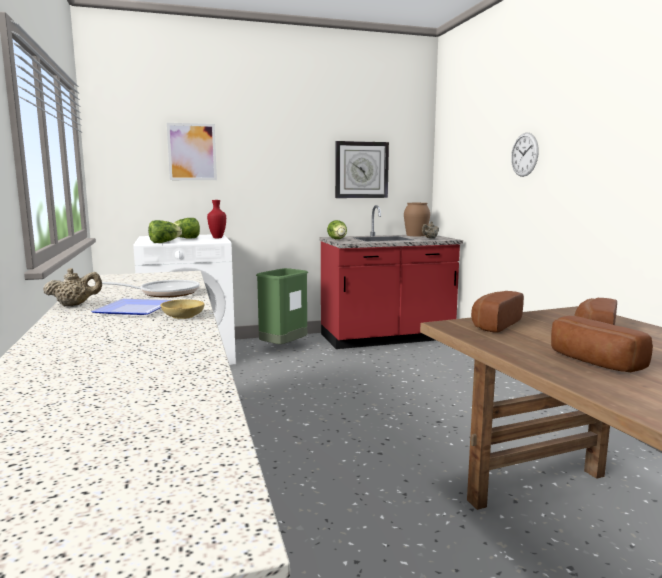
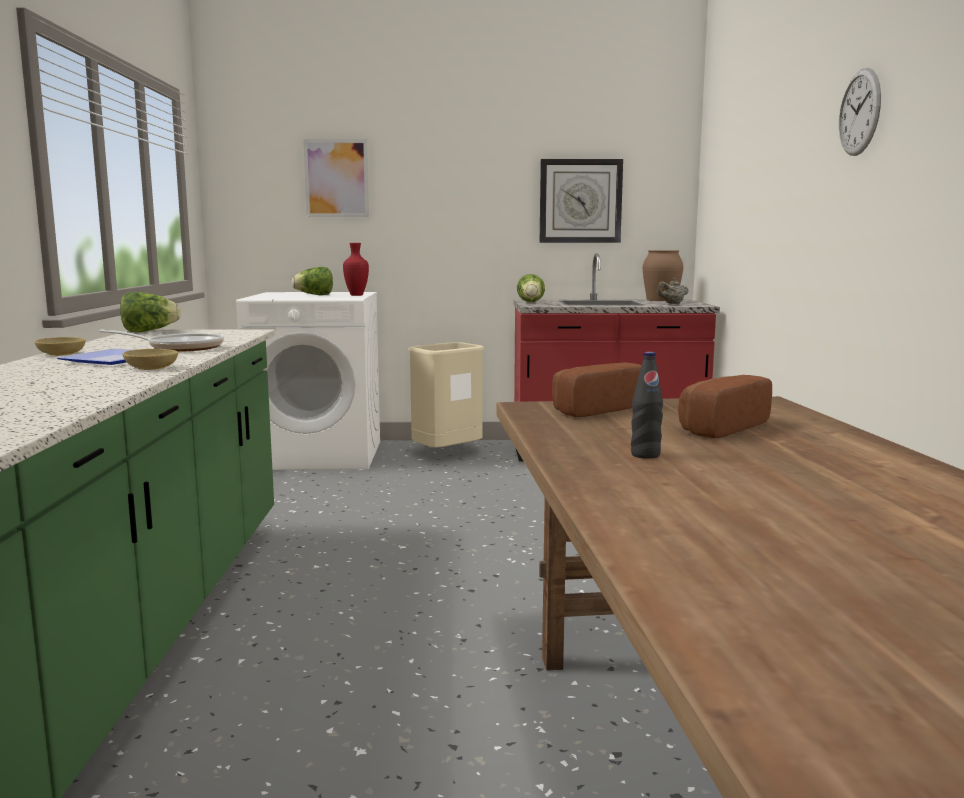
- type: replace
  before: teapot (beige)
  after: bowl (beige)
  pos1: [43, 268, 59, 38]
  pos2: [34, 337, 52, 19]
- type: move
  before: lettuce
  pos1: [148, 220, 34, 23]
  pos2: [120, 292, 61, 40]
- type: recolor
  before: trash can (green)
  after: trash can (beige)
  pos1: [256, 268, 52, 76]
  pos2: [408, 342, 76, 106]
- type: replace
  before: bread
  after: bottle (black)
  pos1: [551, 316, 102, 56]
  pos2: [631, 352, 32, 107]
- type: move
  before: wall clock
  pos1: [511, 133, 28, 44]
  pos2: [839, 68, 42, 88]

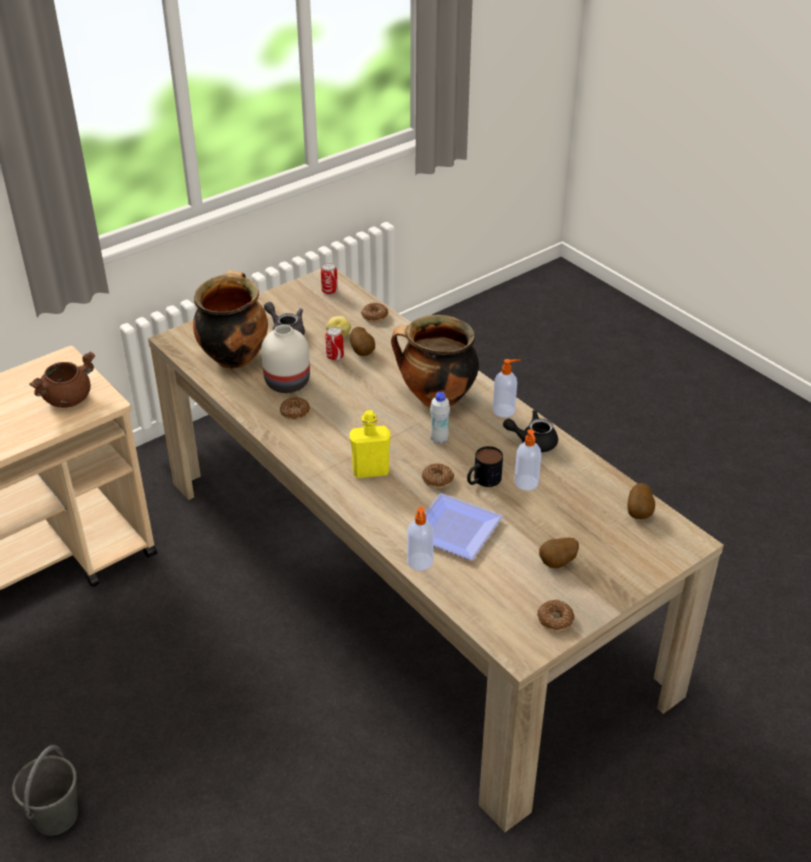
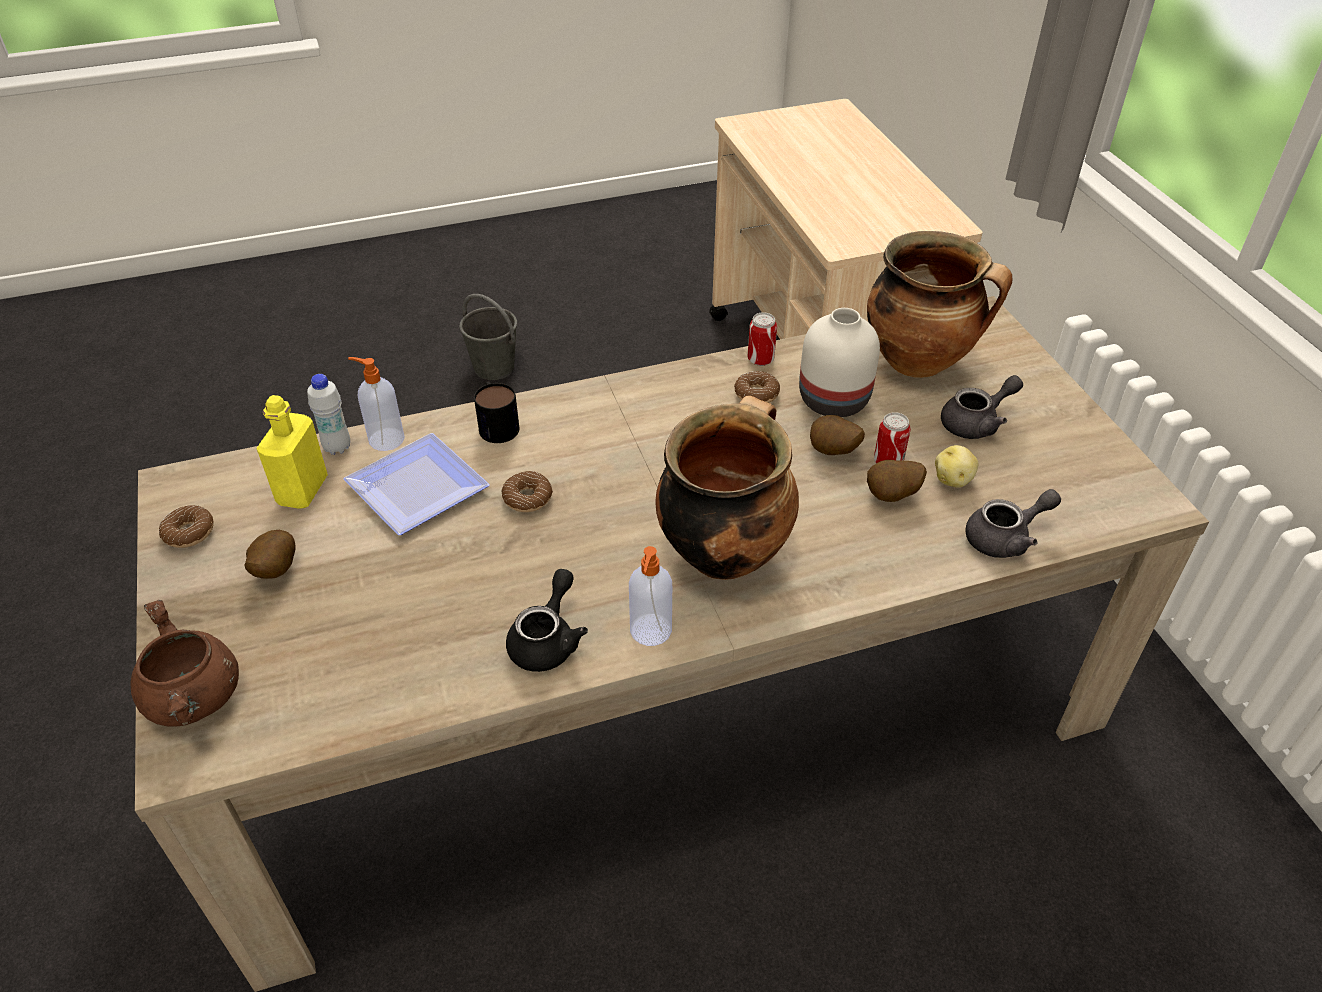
- type: move
  before: cooking pot (brown)
  pos1: [29, 351, 66, 57]
  pos2: [131, 600, 108, 127]
- type: move
  before: bottle (yellow)
  pos1: [349, 410, 42, 68]
  pos2: [256, 395, 72, 114]
- type: move
  before: bottle (white)
  pos1: [430, 392, 20, 52]
  pos2: [307, 374, 43, 81]
- type: move
  before: mug
  pos1: [467, 446, 36, 41]
  pos2: [474, 381, 45, 62]
- type: move
  before: can
  pos1: [321, 263, 17, 32]
  pos2: [748, 312, 29, 54]
- type: move
  before: potato
  pos1: [627, 483, 28, 37]
  pos2: [810, 415, 55, 40]
- type: replace
  before: donut
  after: teapot (grey)
  pos1: [361, 303, 28, 19]
  pos2: [965, 489, 96, 69]
- type: delete
  before: soap dispenser
  pos1: [515, 429, 26, 61]

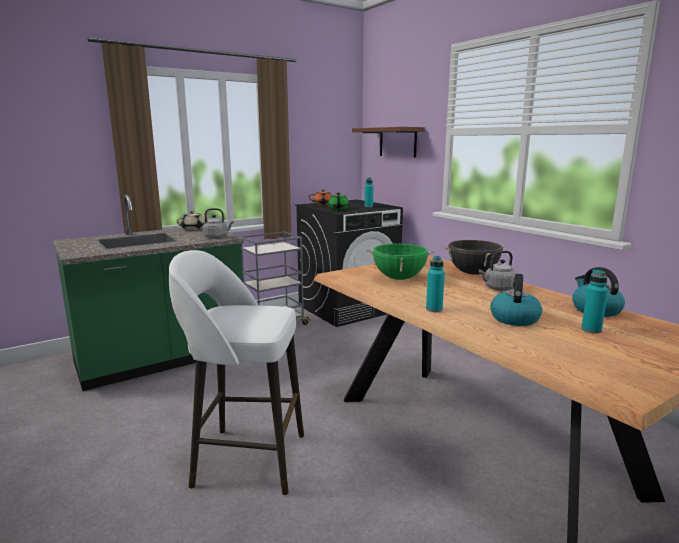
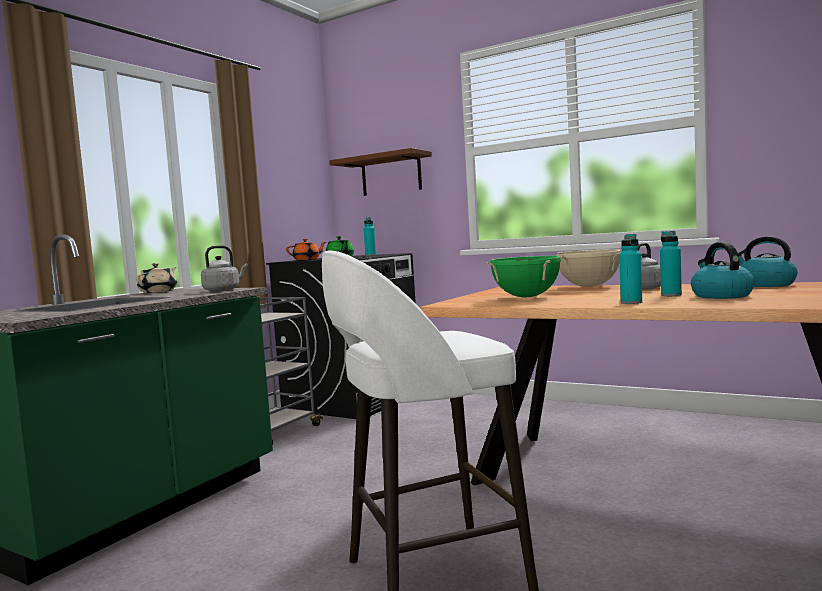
- type: recolor
  before: cooking pot (black)
  after: cooking pot (beige)
  pos1: [444, 240, 62, 35]
  pos2: [556, 249, 65, 38]
- type: move
  before: bottle (turquoise)
  pos1: [581, 269, 27, 65]
  pos2: [660, 231, 22, 65]

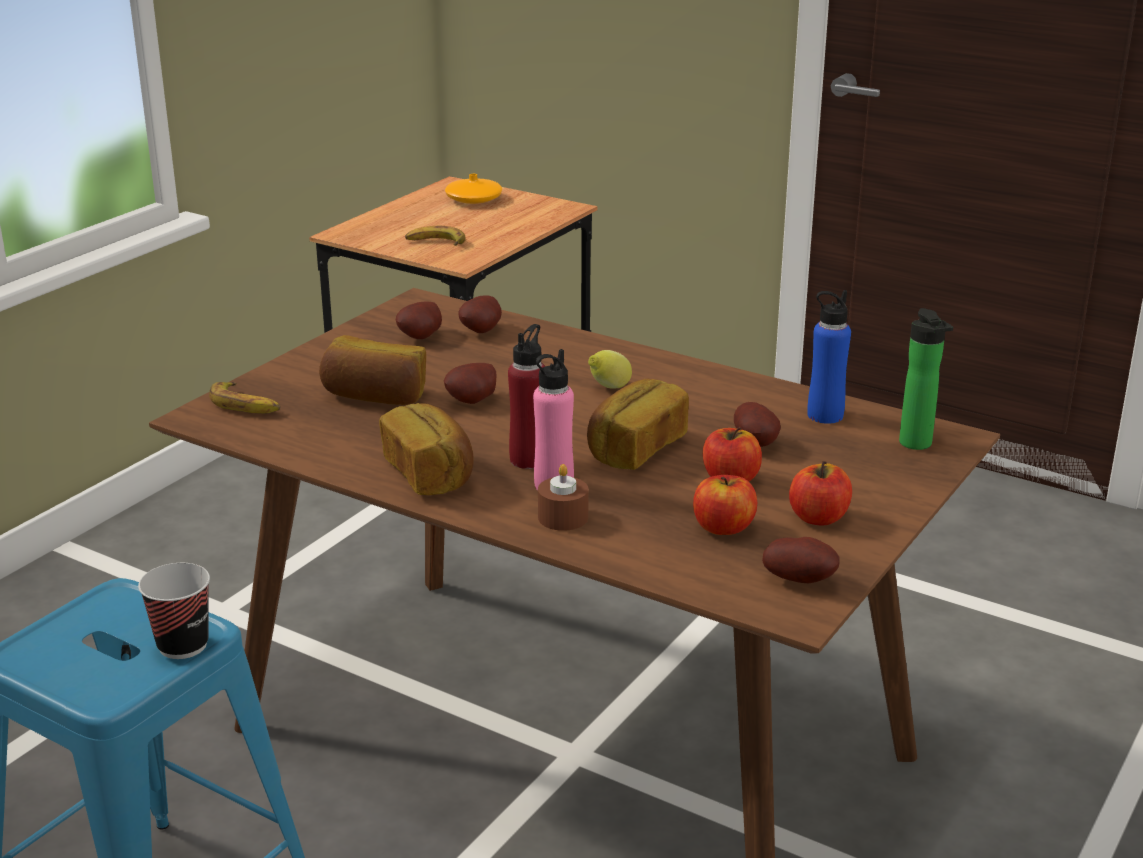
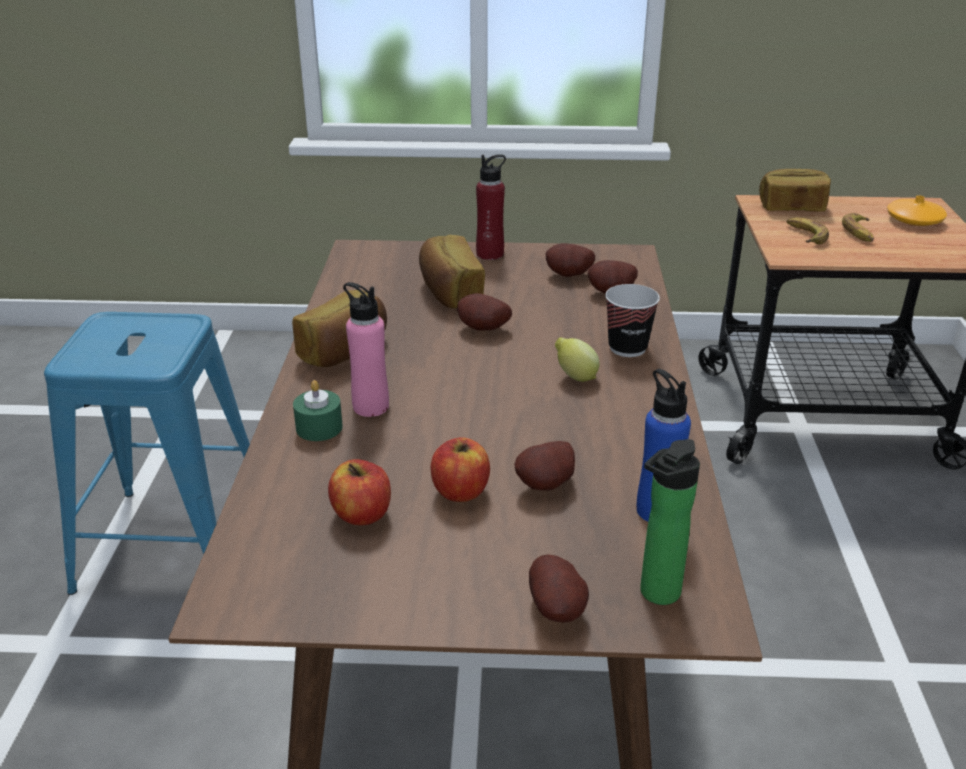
- type: recolor
  before: candle (brown)
  after: candle (green)
  pos1: [538, 464, 51, 67]
  pos2: [293, 380, 50, 61]
- type: move
  before: bottle (red)
  pos1: [508, 324, 37, 145]
  pos2: [476, 154, 30, 106]
- type: move
  before: potato
  pos1: [762, 537, 77, 46]
  pos2: [529, 554, 60, 69]
- type: move
  before: cup
  pos1: [138, 563, 72, 96]
  pos2: [605, 284, 55, 73]
- type: move
  before: bread
  pos1: [587, 378, 102, 92]
  pos2: [759, 169, 72, 42]
- type: move
  before: banana
  pos1: [209, 382, 71, 32]
  pos2: [842, 213, 32, 29]
- type: delete
  before: apple
  pos1: [789, 461, 63, 64]

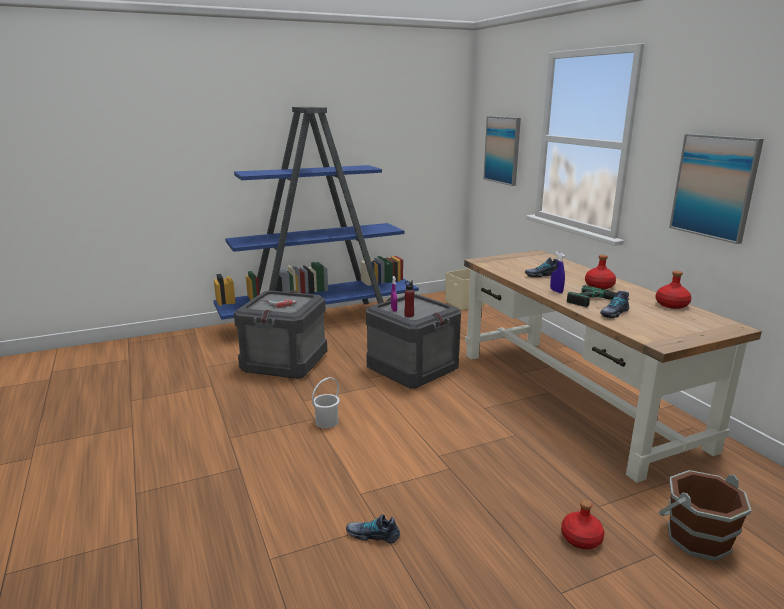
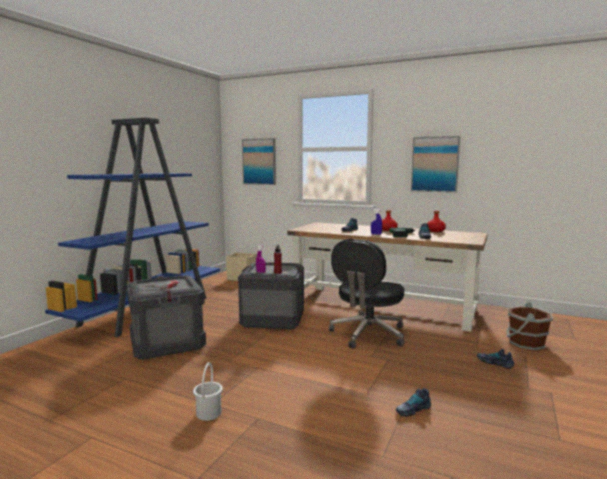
- type: move
  before: bucket (white)
  pos1: [312, 377, 28, 51]
  pos2: [193, 362, 30, 59]
- type: insert
  after: office chair (black)
  pos2: [329, 239, 76, 110]
- type: replace
  before: bottle (red)
  after: shoe
  pos1: [561, 500, 43, 49]
  pos2: [477, 349, 37, 20]

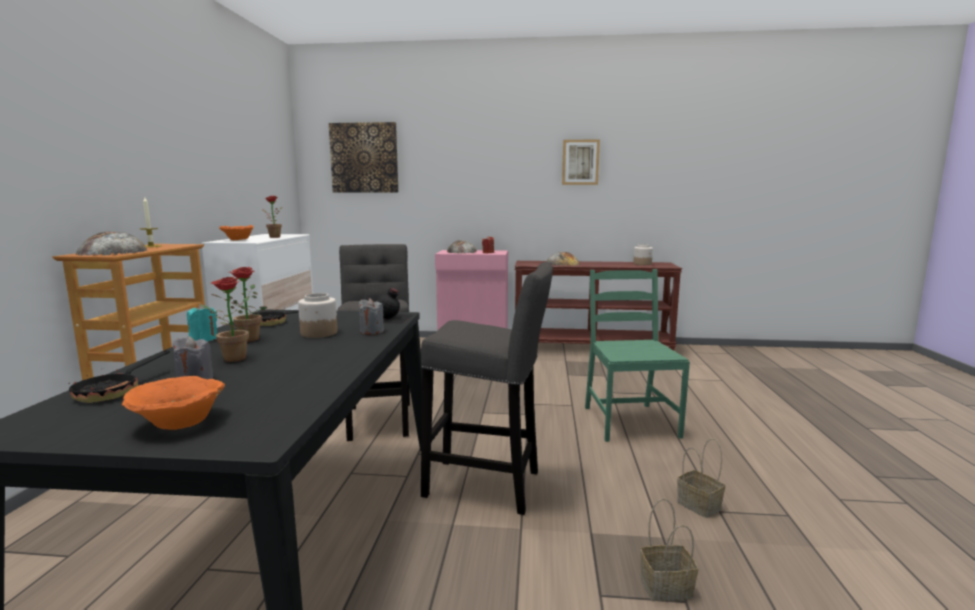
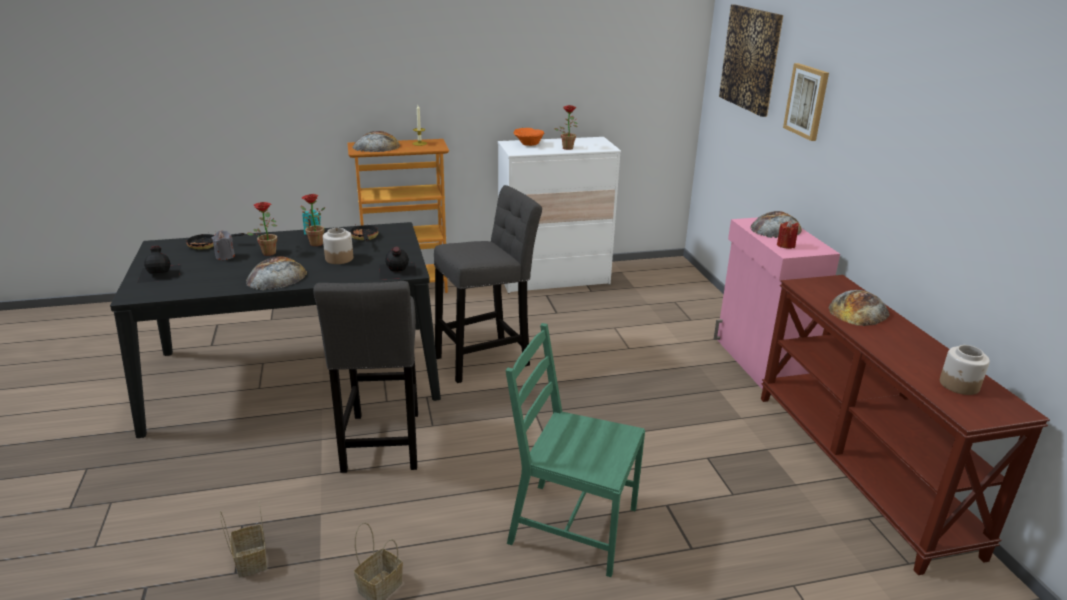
- type: replace
  before: bowl (orange)
  after: bottle (black)
  pos1: [122, 376, 103, 54]
  pos2: [137, 246, 45, 37]
- type: insert
  after: bread
  pos2: [246, 256, 61, 34]
- type: rotate
  before: chair (green)
  pos1: [585, 269, 105, 173]
  pos2: [505, 323, 140, 254]
  turn: -135
- type: move
  before: picture
  pos1: [562, 139, 38, 46]
  pos2: [783, 63, 46, 78]
- type: delete
  before: candle (grey)
  pos1: [359, 298, 25, 37]

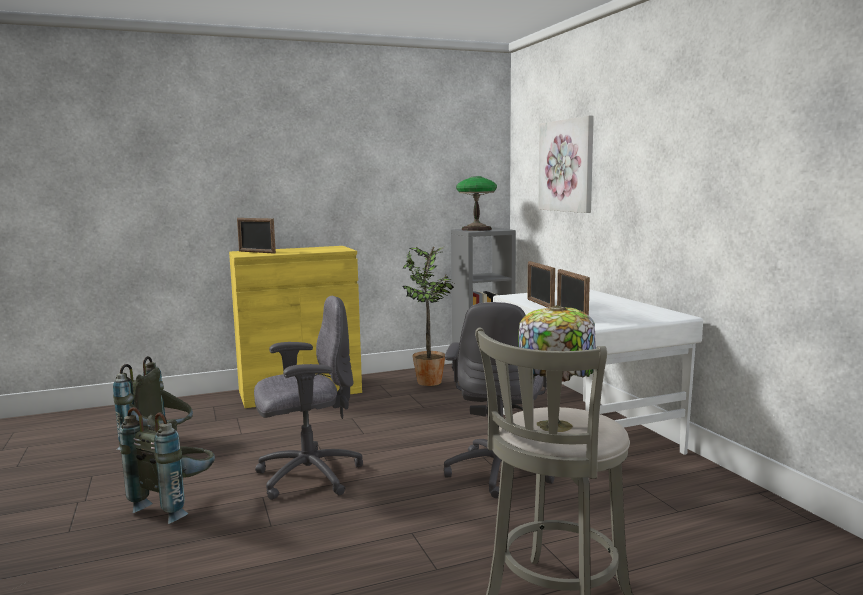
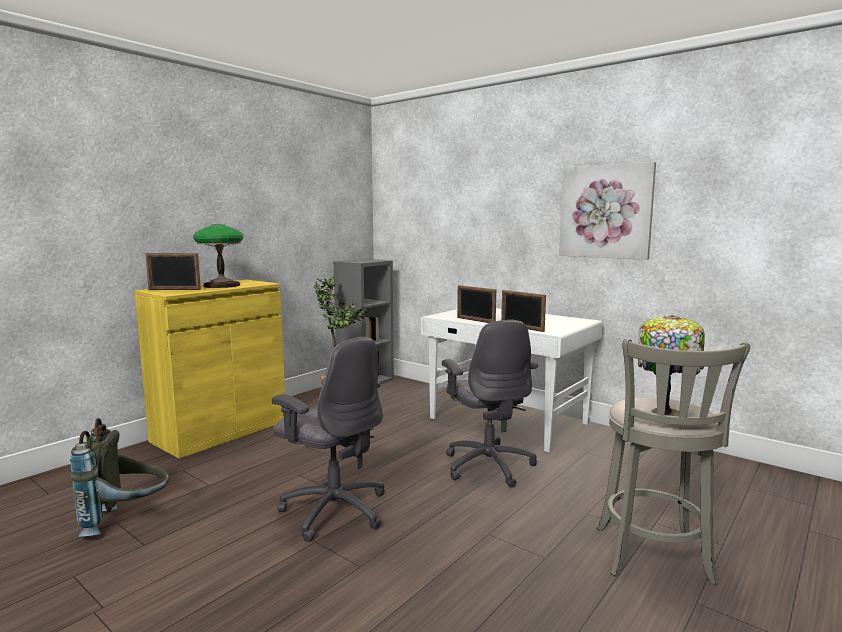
- type: move
  before: table lamp
  pos1: [456, 176, 41, 55]
  pos2: [193, 225, 51, 63]
- type: rotate
  before: office chair (grey)
  pos1: [254, 296, 109, 204]
  pos2: [272, 337, 113, 205]
  turn: 90
- type: move
  before: picture
  pos1: [538, 116, 56, 97]
  pos2: [559, 162, 97, 98]
- type: delete
  before: backpack (grey)
  pos1: [119, 407, 96, 117]

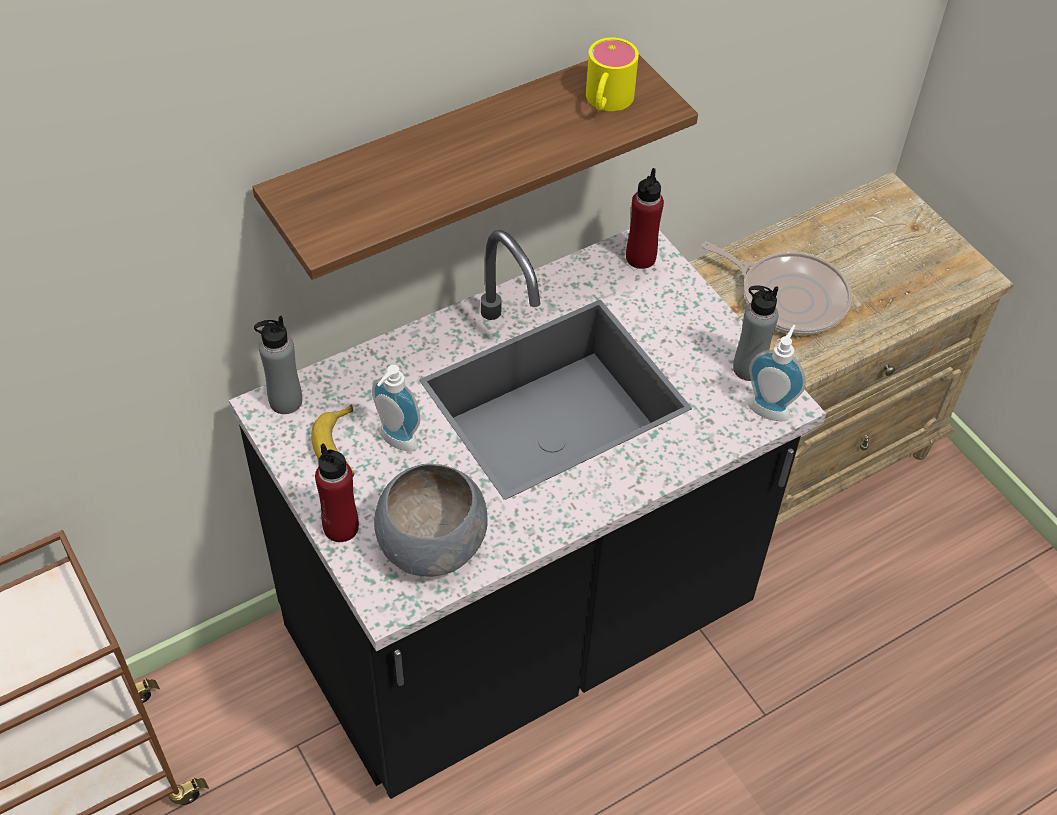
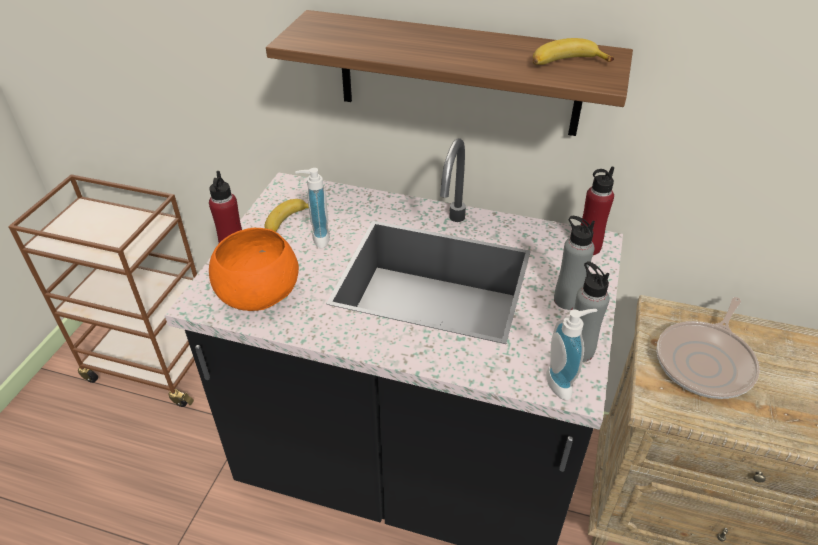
- type: recolor
  before: bowl (grey)
  after: bowl (orange)
  pos1: [374, 464, 114, 113]
  pos2: [209, 228, 90, 83]
- type: replace
  before: mug (yellow)
  after: banana
  pos1: [586, 37, 53, 74]
  pos2: [533, 38, 81, 27]
- type: move
  before: bottle (grey)
  pos1: [254, 316, 48, 98]
  pos2: [554, 216, 41, 94]
- type: rotate
  before: frying pan
  pos1: [702, 242, 150, 93]
  pos2: [656, 297, 104, 102]
  turn: 45

